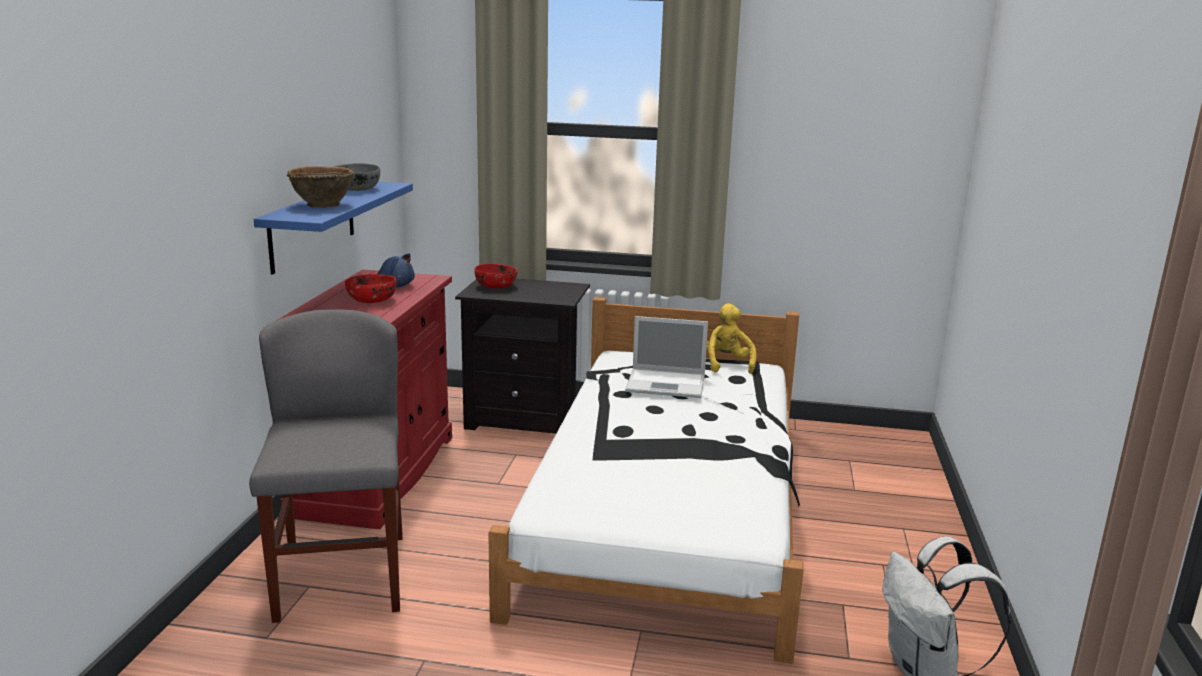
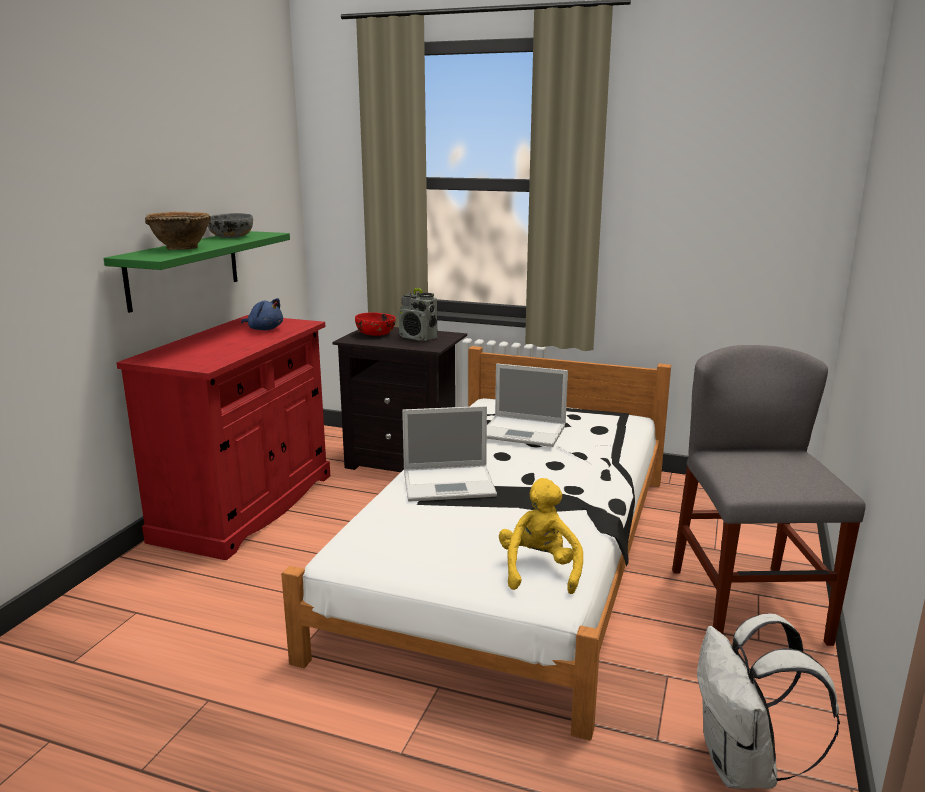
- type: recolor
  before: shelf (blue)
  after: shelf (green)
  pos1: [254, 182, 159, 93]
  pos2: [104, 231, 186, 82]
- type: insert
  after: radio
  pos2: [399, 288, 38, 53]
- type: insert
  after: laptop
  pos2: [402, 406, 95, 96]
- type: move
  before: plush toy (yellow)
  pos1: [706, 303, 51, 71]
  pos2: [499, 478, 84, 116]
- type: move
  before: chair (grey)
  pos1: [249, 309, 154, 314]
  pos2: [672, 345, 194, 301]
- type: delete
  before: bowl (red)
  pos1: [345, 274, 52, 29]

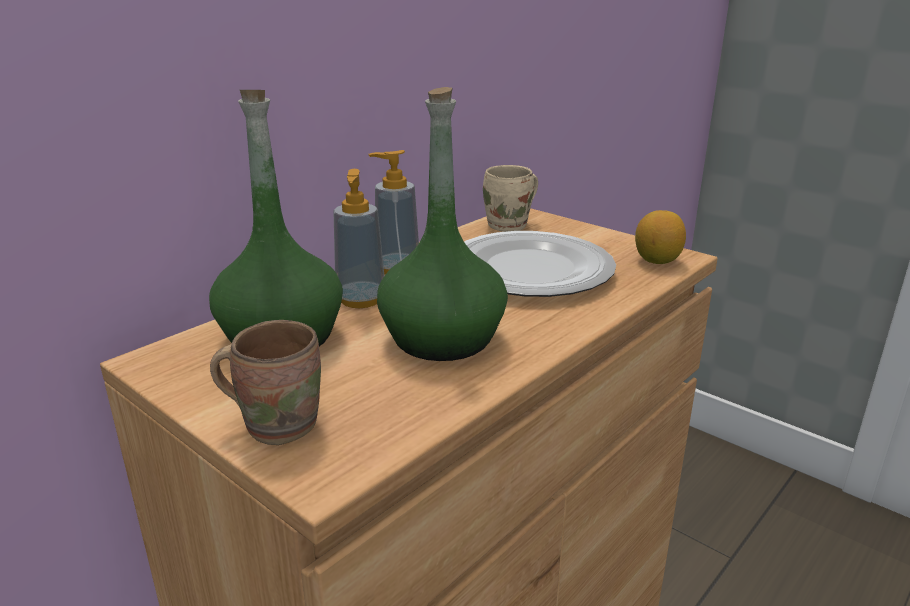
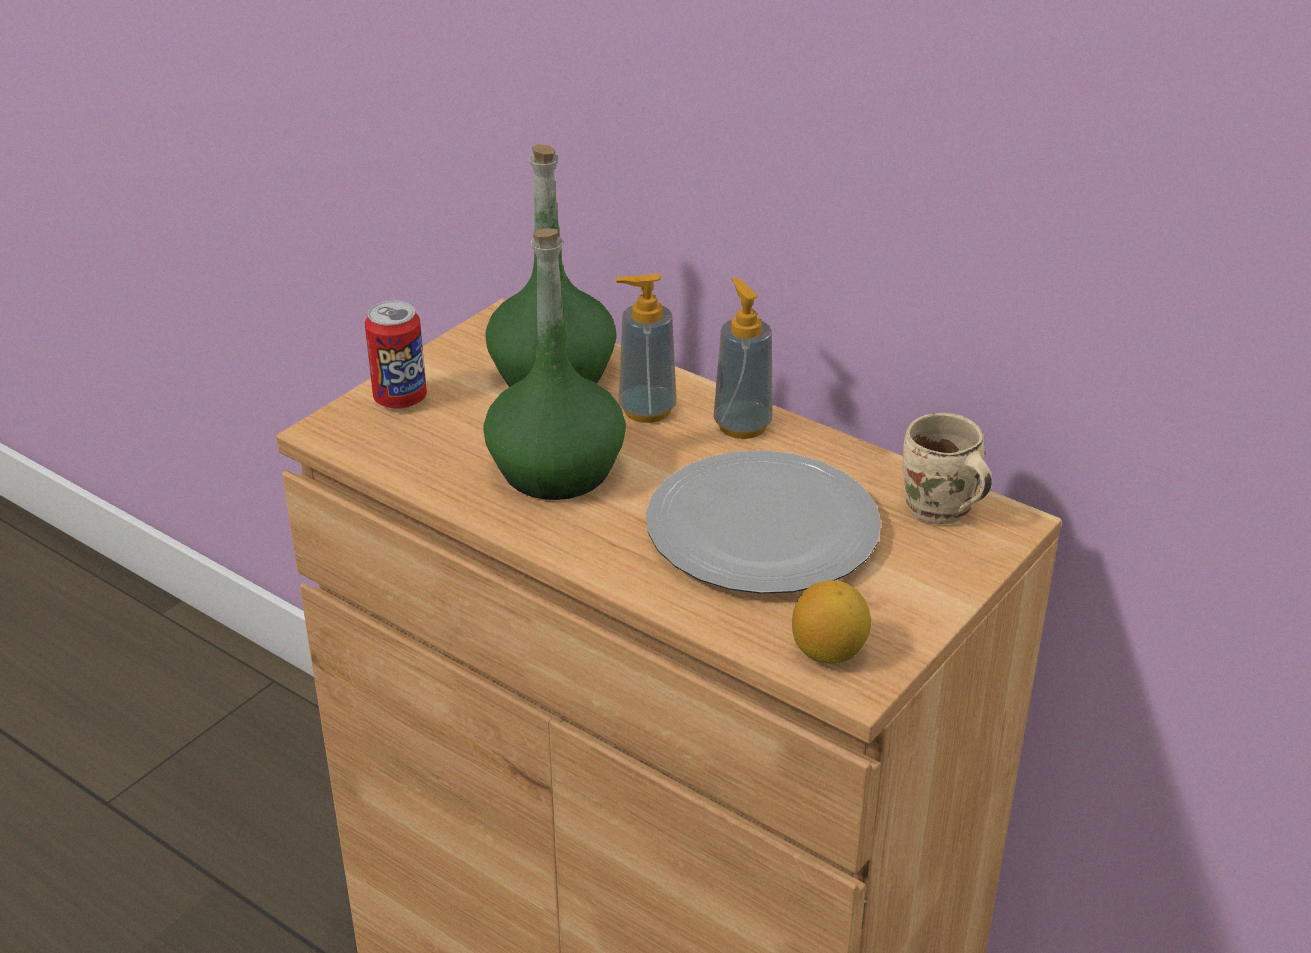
- type: replace
  before: mug (brown)
  after: can
  pos1: [210, 320, 111, 125]
  pos2: [365, 301, 62, 108]

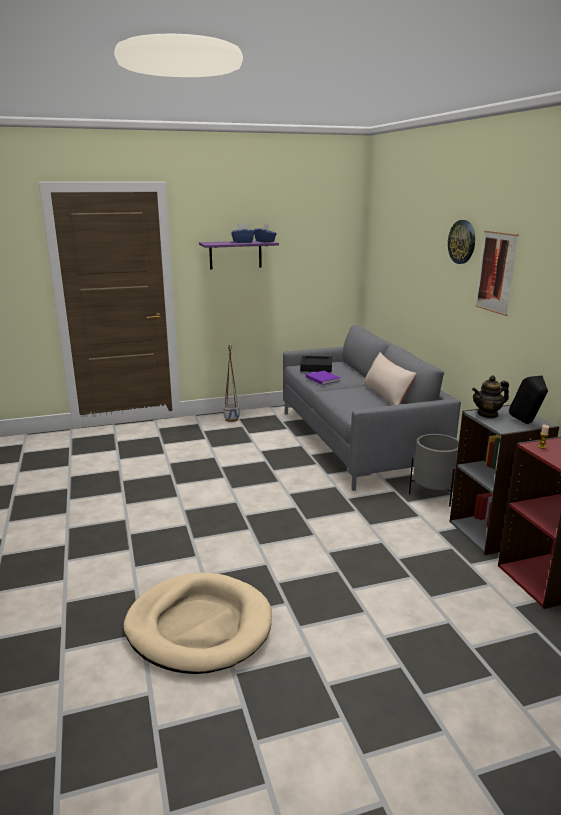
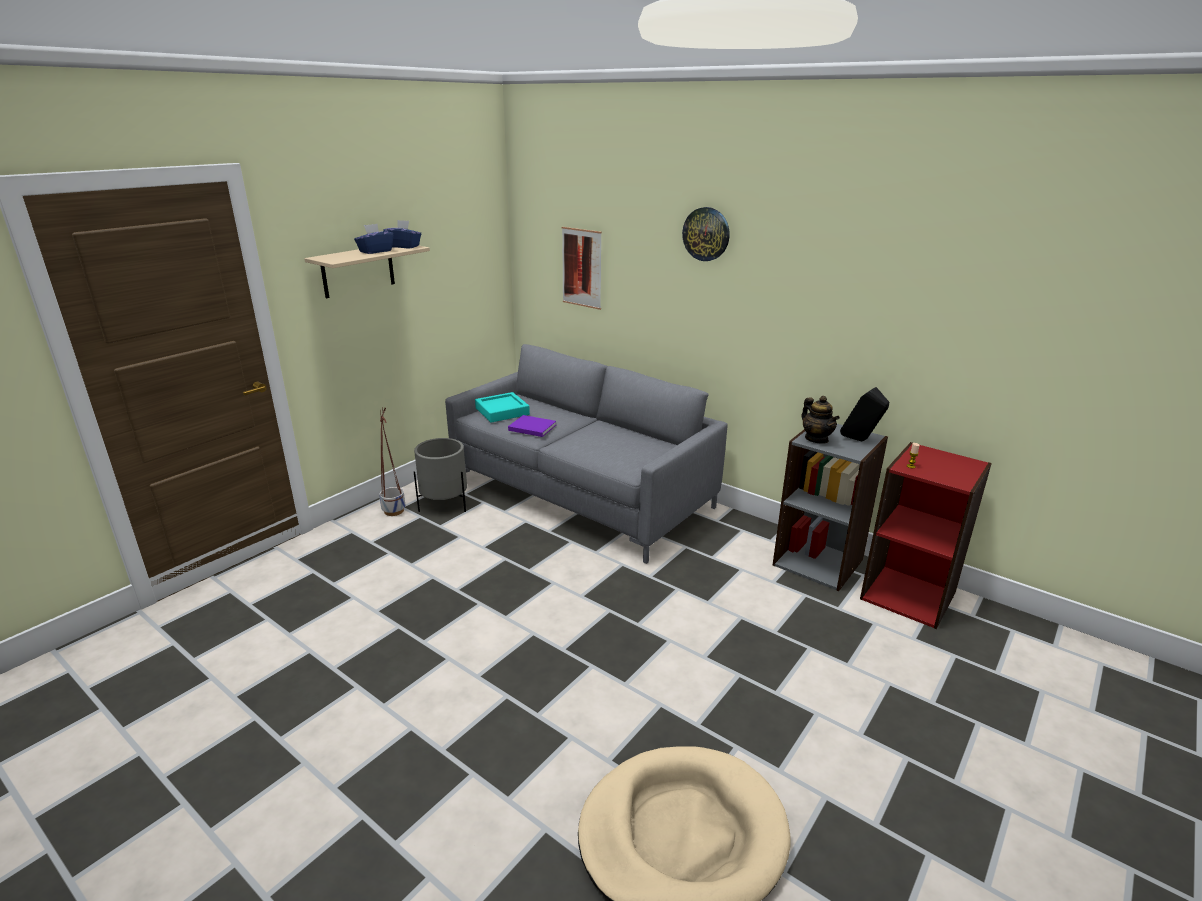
- type: recolor
  before: shelf (purple)
  after: shelf (beige)
  pos1: [199, 241, 80, 29]
  pos2: [304, 246, 126, 52]
- type: move
  before: planter (grey)
  pos1: [409, 434, 50, 73]
  pos2: [414, 438, 53, 74]
- type: recolor
  before: tray (black)
  after: tray (turquoise)
  pos1: [300, 356, 32, 16]
  pos2: [475, 392, 55, 31]
- type: move
  before: picture
  pos1: [476, 231, 43, 85]
  pos2: [562, 227, 40, 83]
- type: rotate
  before: teapot
  pos1: [472, 375, 37, 43]
  pos2: [801, 396, 39, 48]
  turn: -60
- type: delete
  before: pillow (beige)
  pos1: [362, 352, 55, 53]

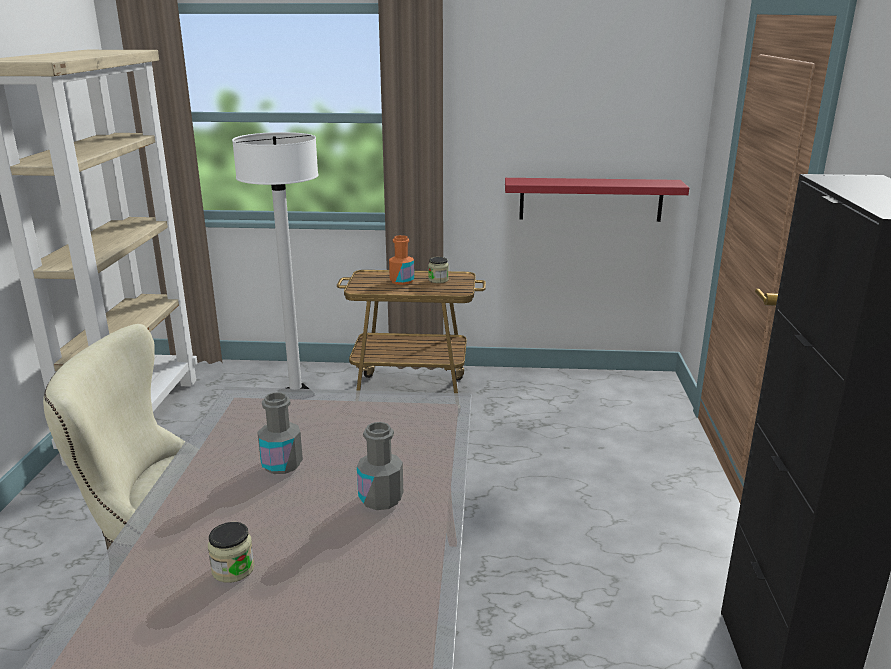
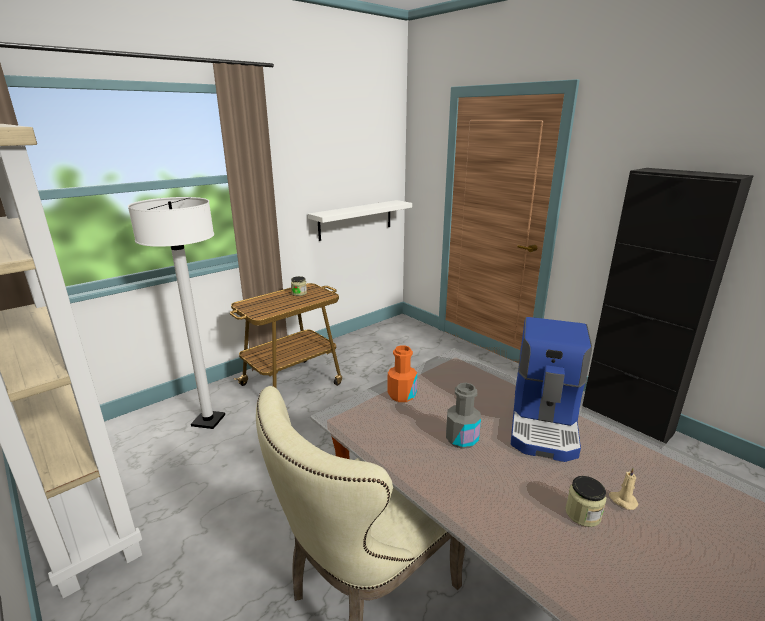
- type: recolor
  before: shelf (red)
  after: shelf (white)
  pos1: [505, 178, 184, 44]
  pos2: [308, 200, 104, 41]
- type: move
  before: bottle (orange)
  pos1: [389, 235, 25, 50]
  pos2: [388, 345, 29, 57]
- type: replace
  before: bottle (grey)
  after: coffee machine
  pos1: [357, 422, 46, 88]
  pos2: [511, 317, 81, 145]
- type: insert
  after: candle (beige)
  pos2: [609, 468, 29, 42]

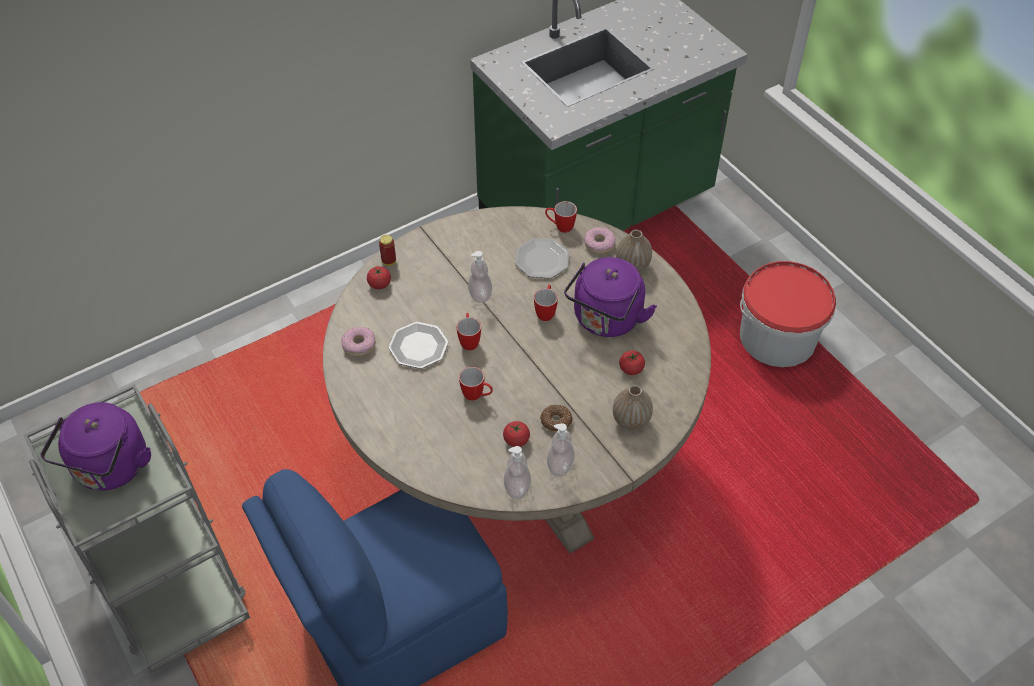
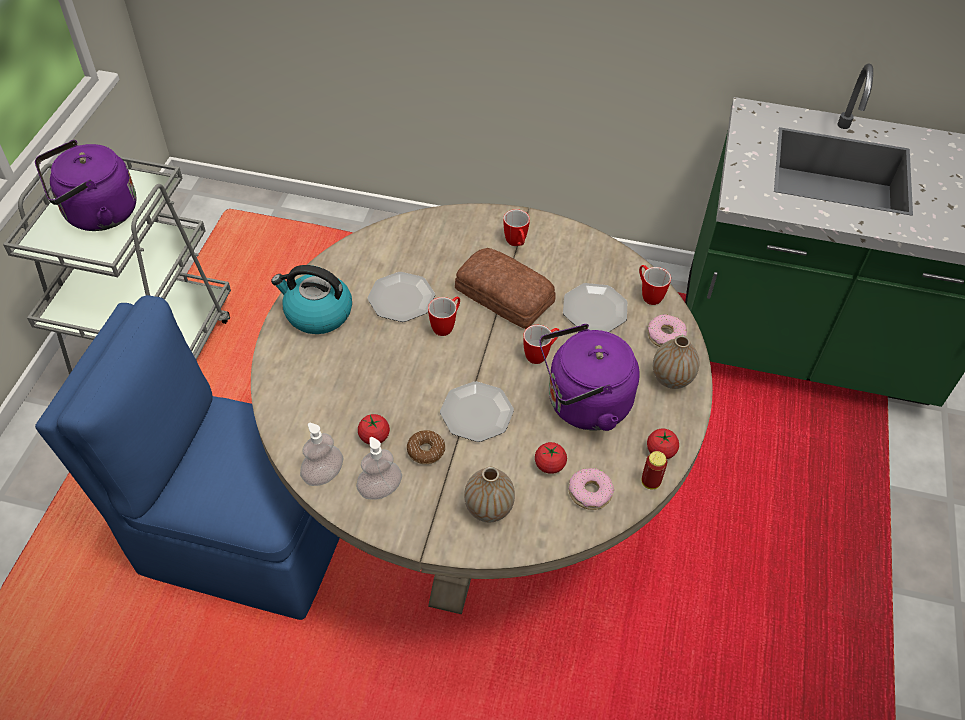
- type: insert
  after: kettle
  pos2: [271, 265, 81, 69]
- type: insert
  after: plate
  pos2: [440, 381, 74, 61]
- type: replace
  before: soap dispenser
  after: bread
  pos1: [468, 251, 24, 52]
  pos2: [455, 248, 101, 81]
- type: move
  before: mug
  pos1: [459, 367, 34, 34]
  pos2: [503, 209, 27, 37]
- type: move
  before: donut
  pos1: [341, 327, 35, 30]
  pos2: [569, 468, 45, 42]
- type: move
  before: can
  pos1: [379, 235, 17, 31]
  pos2: [642, 451, 25, 38]
- type: move
  before: tomato
  pos1: [367, 266, 24, 23]
  pos2: [647, 429, 32, 30]
- type: delete
  before: bucket
  pos1: [740, 261, 96, 106]

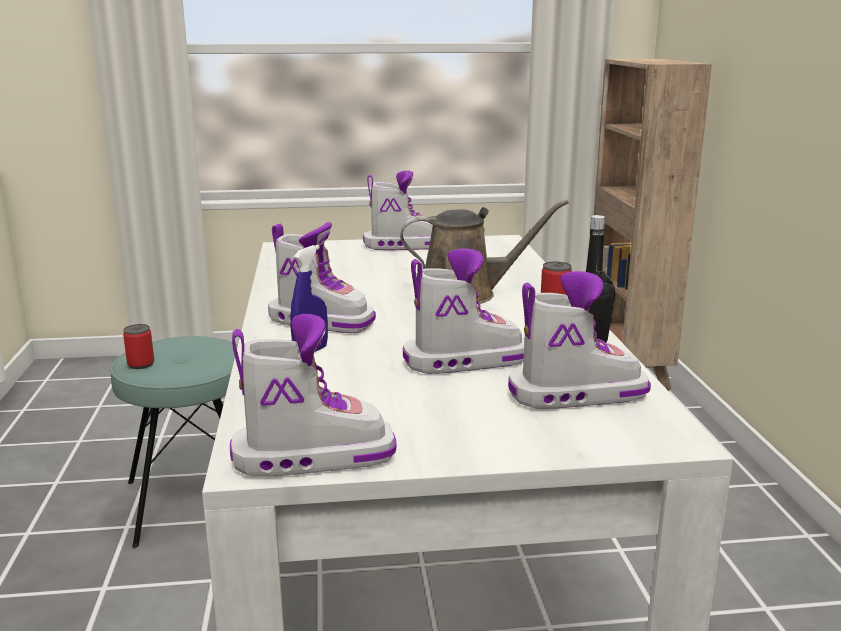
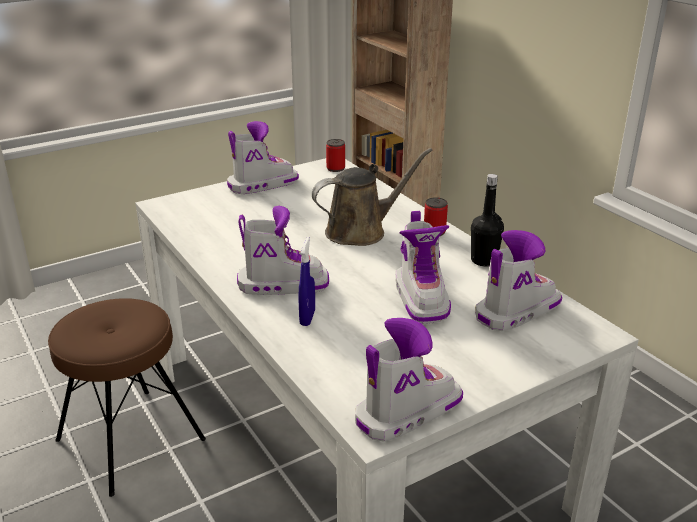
- type: recolor
  before: stool (turquoise)
  after: stool (brown)
  pos1: [110, 336, 128, 212]
  pos2: [48, 298, 158, 199]
- type: move
  before: can
  pos1: [123, 324, 31, 45]
  pos2: [326, 139, 19, 33]
- type: rotate
  before: boot
  pos1: [403, 248, 122, 126]
  pos2: [396, 211, 55, 113]
  turn: 120

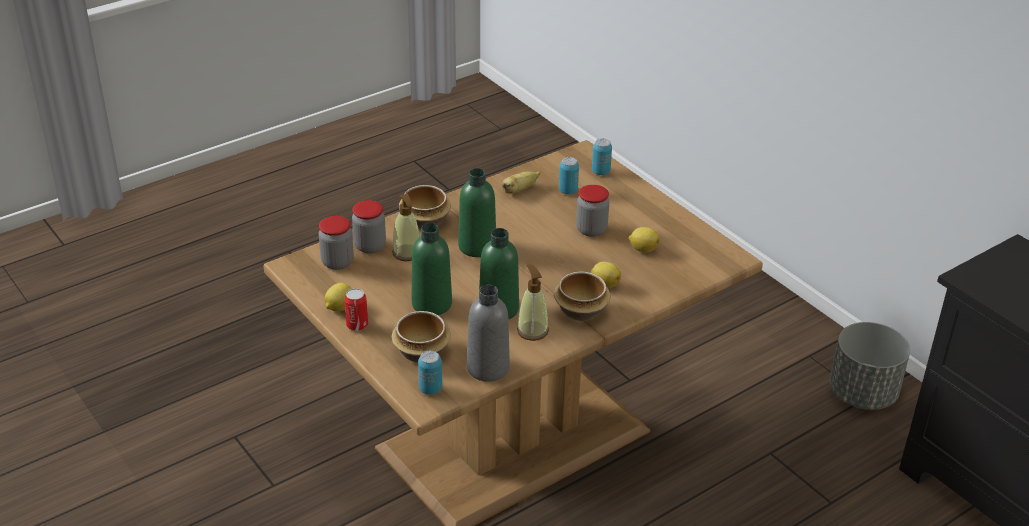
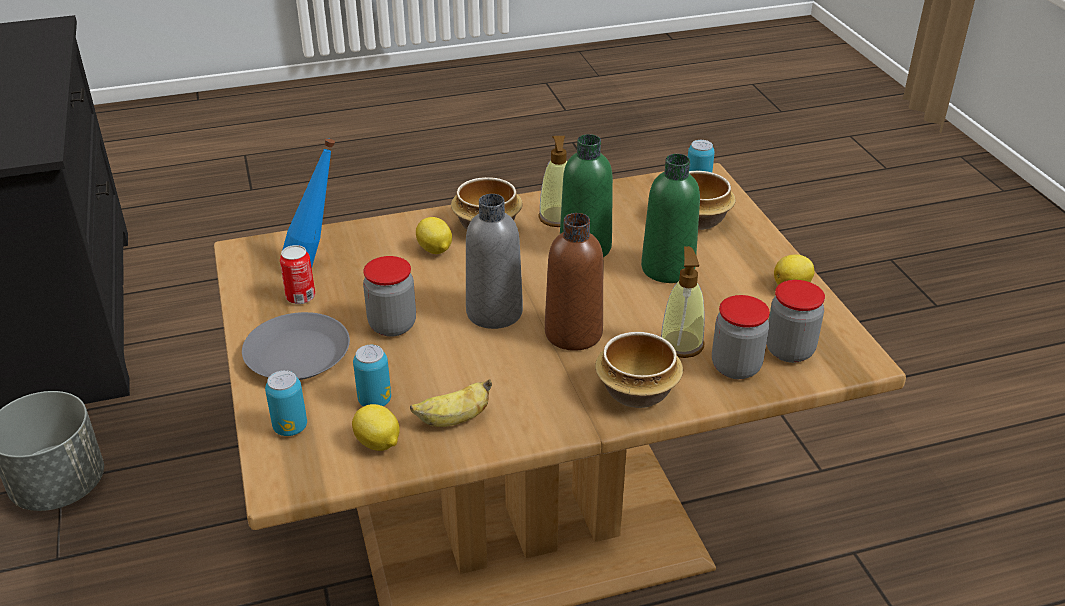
- type: insert
  after: plate (grey)
  pos2: [242, 312, 108, 68]
- type: move
  before: can
  pos1: [345, 288, 23, 43]
  pos2: [280, 245, 35, 59]
- type: insert
  after: bottle (blue)
  pos2: [283, 138, 52, 130]
- type: move
  before: lemon
  pos1: [629, 227, 30, 26]
  pos2: [352, 404, 48, 47]
- type: move
  before: bottle (grey)
  pos1: [467, 285, 43, 97]
  pos2: [466, 194, 57, 135]
- type: recolor
  before: bottle (green)
  after: bottle (brown)
  pos1: [458, 168, 38, 89]
  pos2: [545, 213, 58, 138]

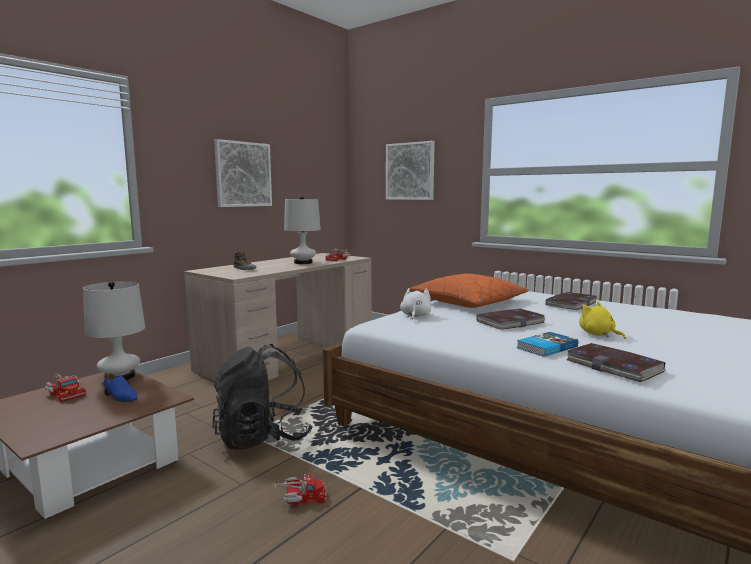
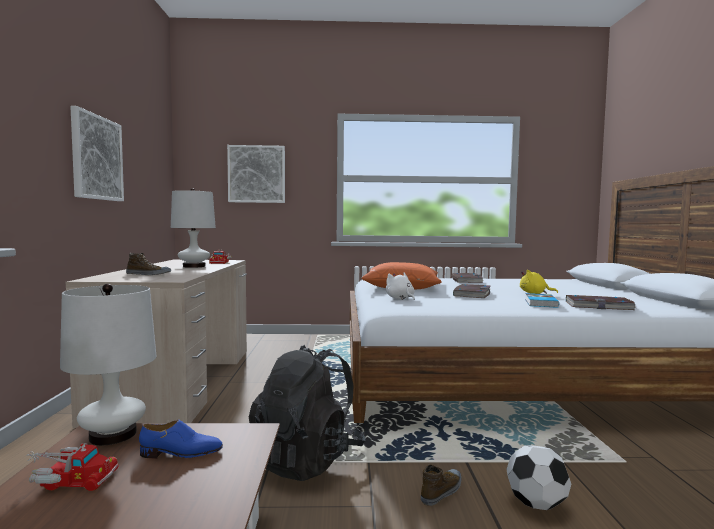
- type: replace
  before: toy truck
  after: shoe
  pos1: [272, 474, 54, 32]
  pos2: [421, 464, 40, 42]
- type: insert
  after: football
  pos2: [507, 445, 64, 65]

